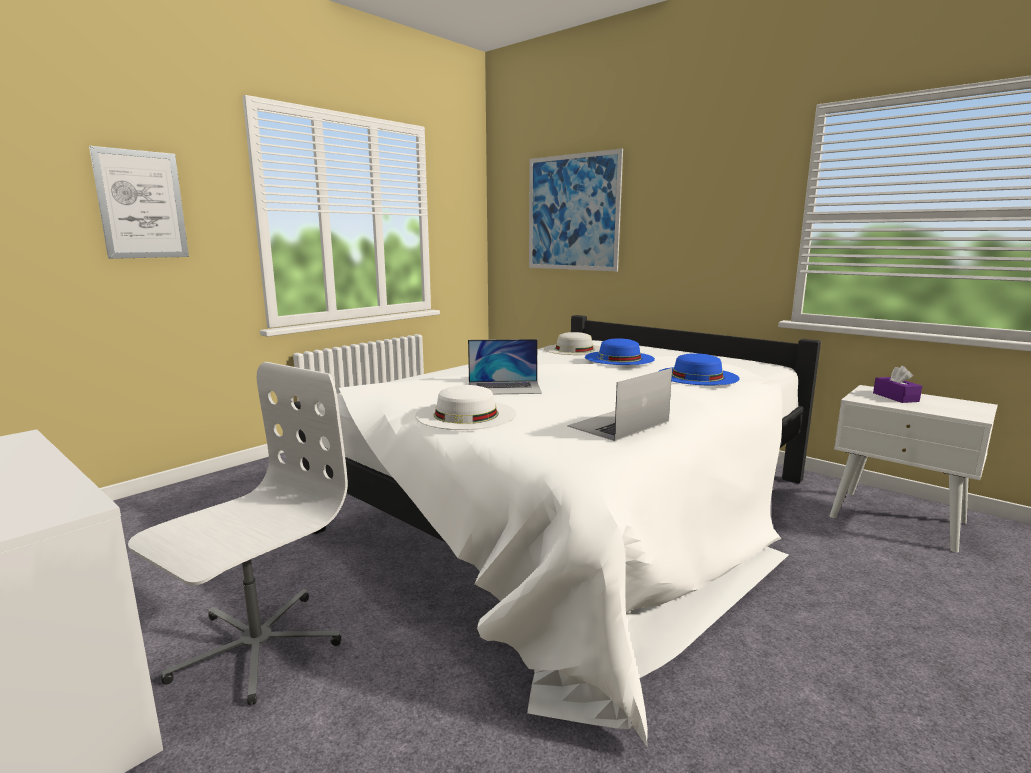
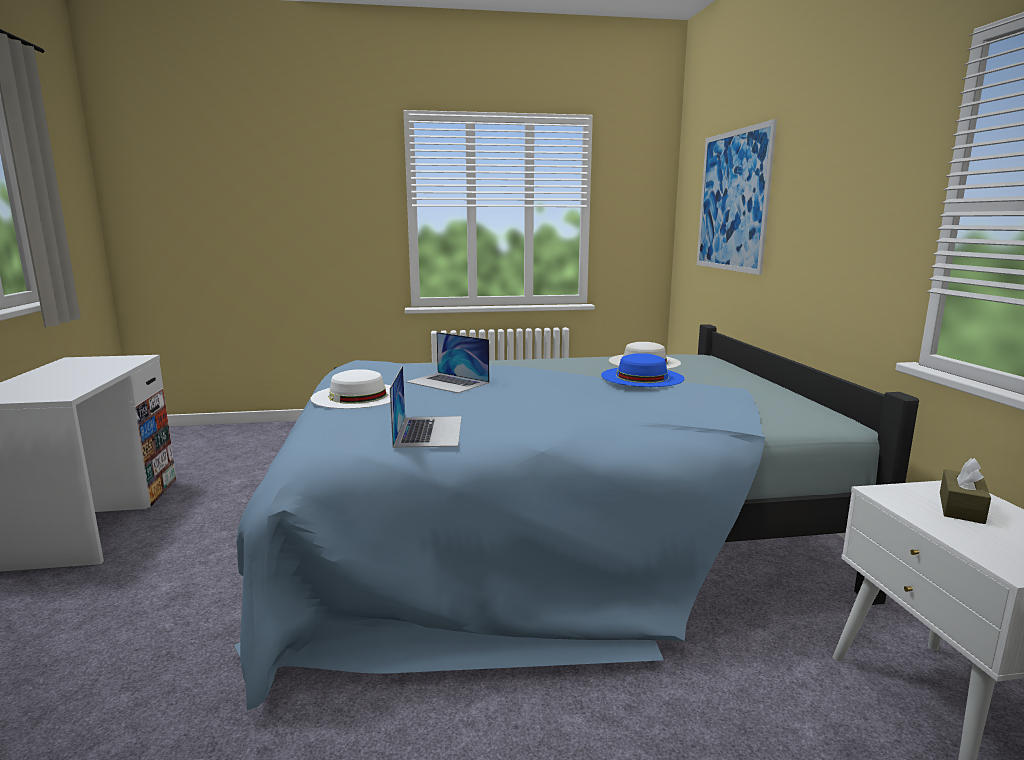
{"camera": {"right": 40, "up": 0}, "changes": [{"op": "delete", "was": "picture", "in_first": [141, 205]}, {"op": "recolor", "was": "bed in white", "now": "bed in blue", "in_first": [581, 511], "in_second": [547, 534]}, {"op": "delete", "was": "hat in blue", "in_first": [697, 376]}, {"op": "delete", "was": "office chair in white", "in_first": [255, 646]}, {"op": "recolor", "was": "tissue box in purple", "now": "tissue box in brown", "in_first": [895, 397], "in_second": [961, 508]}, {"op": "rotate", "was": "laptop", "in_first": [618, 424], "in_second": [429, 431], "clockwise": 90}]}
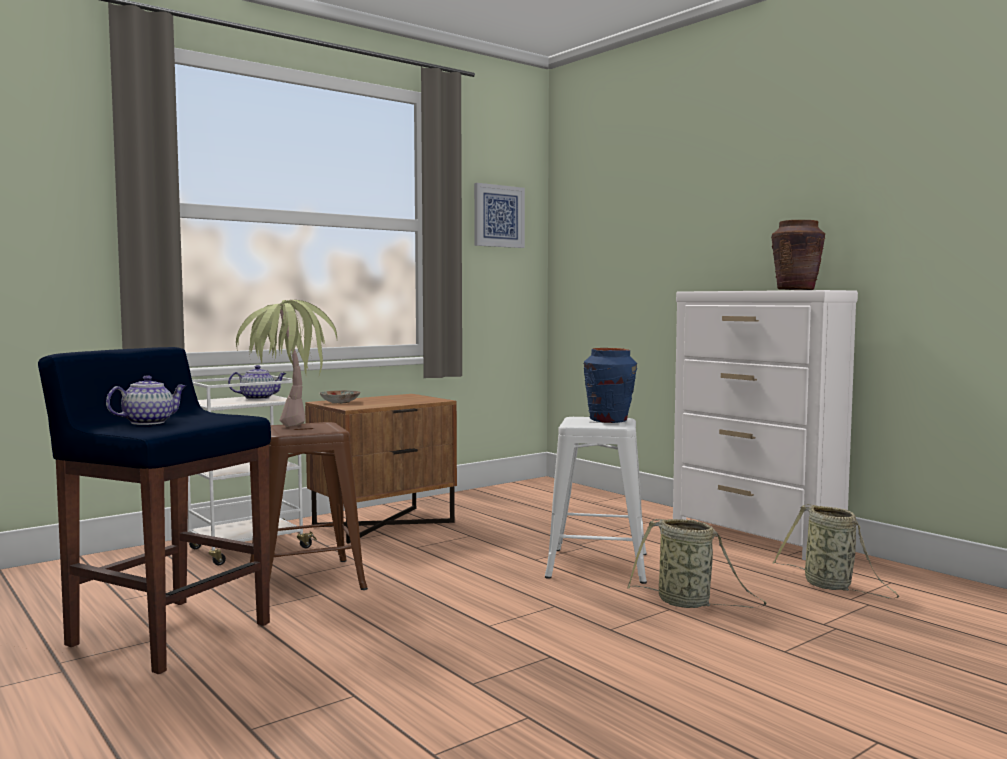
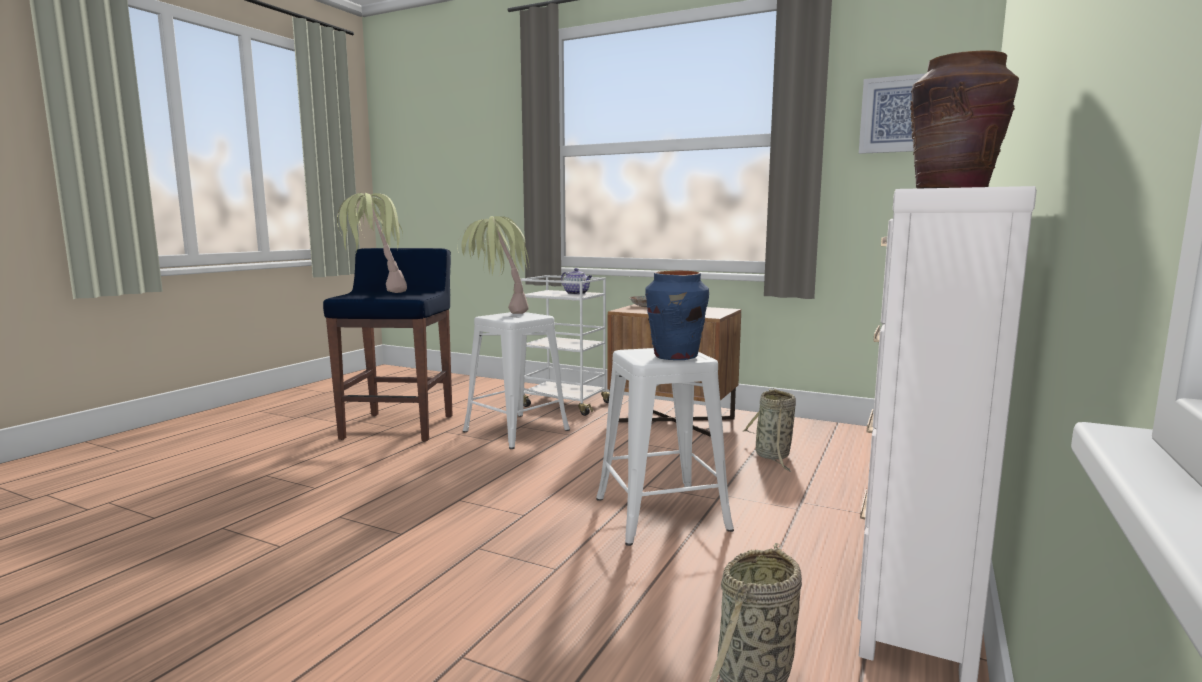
{"camera": {"right": 65, "up": 5}, "changes": [{"op": "replace", "was": "teapot", "now": "potted plant", "in_first": [149, 422], "in_second": [374, 293]}, {"op": "recolor", "was": "stool in brown", "now": "stool in white", "in_first": [306, 580], "in_second": [516, 430]}, {"op": "move", "was": "basket", "in_first": [688, 603], "in_second": [773, 456]}]}
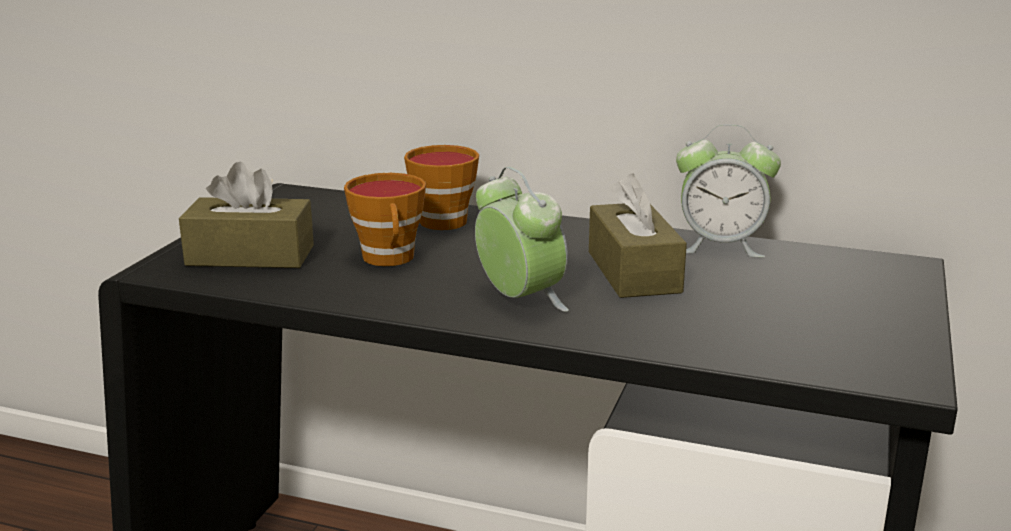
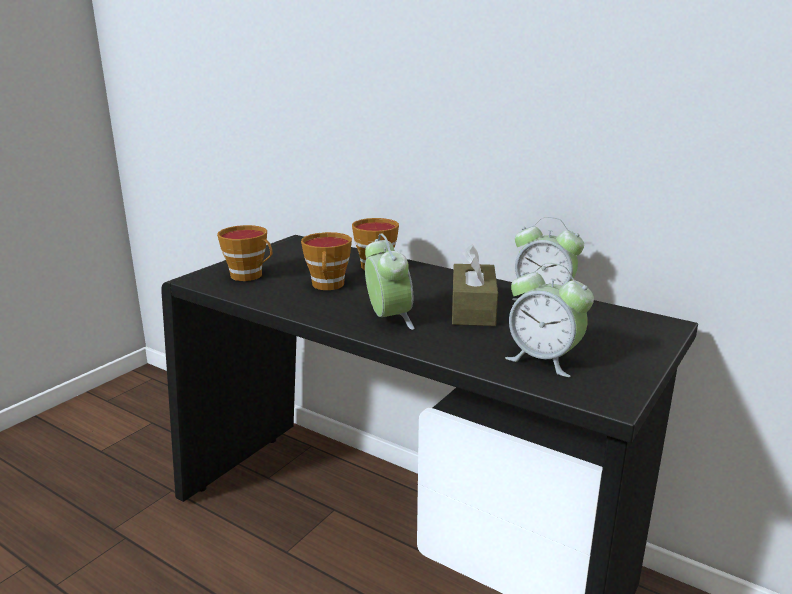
{"camera": {"right": 15, "up": 0}, "changes": [{"op": "replace", "was": "tissue box in brown", "now": "cup", "in_first": [250, 255], "in_second": [250, 276]}, {"op": "insert", "now": "alarm clock", "in_second": [544, 360]}]}
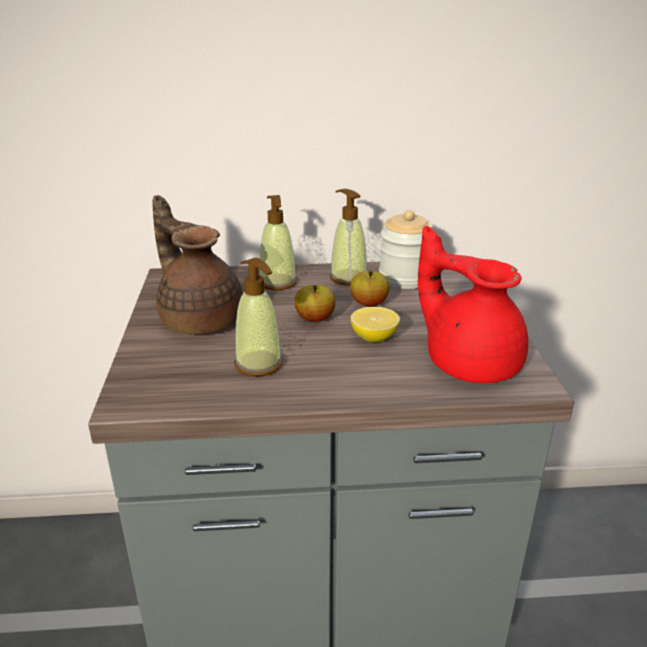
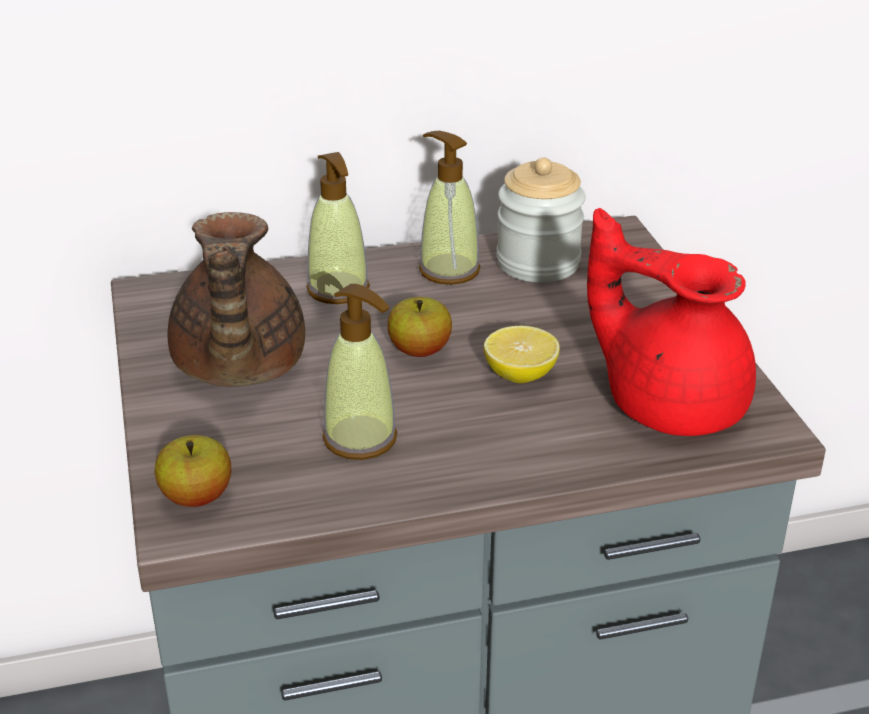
{"camera": {"right": -10, "up": 5}, "changes": [{"op": "rotate", "was": "teapot in brown", "in_first": [200, 318], "in_second": [237, 368], "clockwise": -135}, {"op": "move", "was": "apple", "in_first": [369, 303], "in_second": [196, 497]}]}
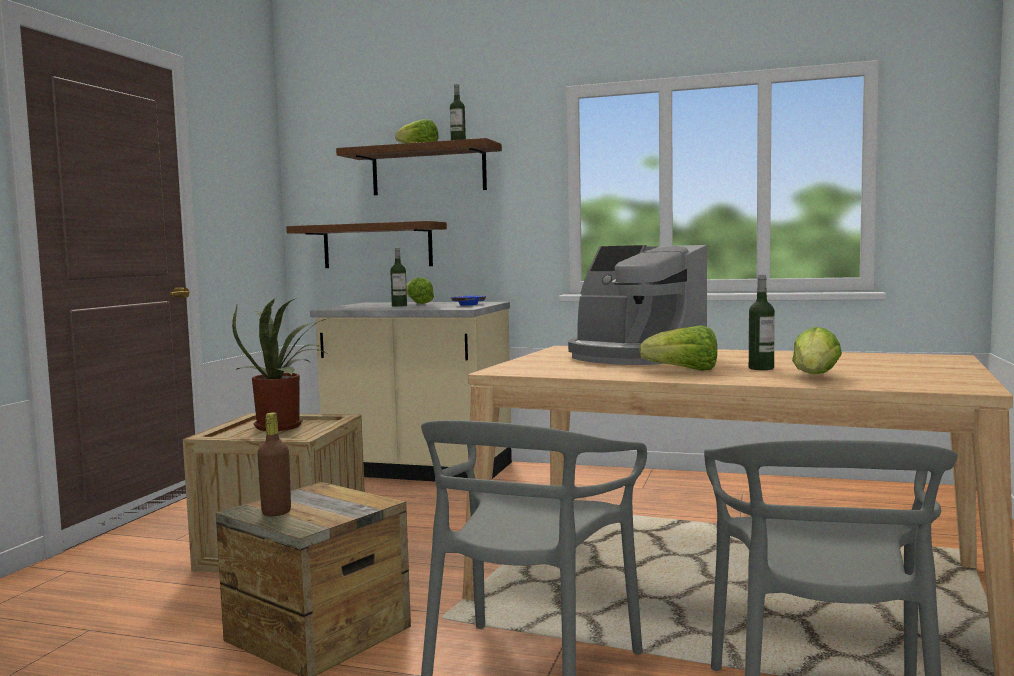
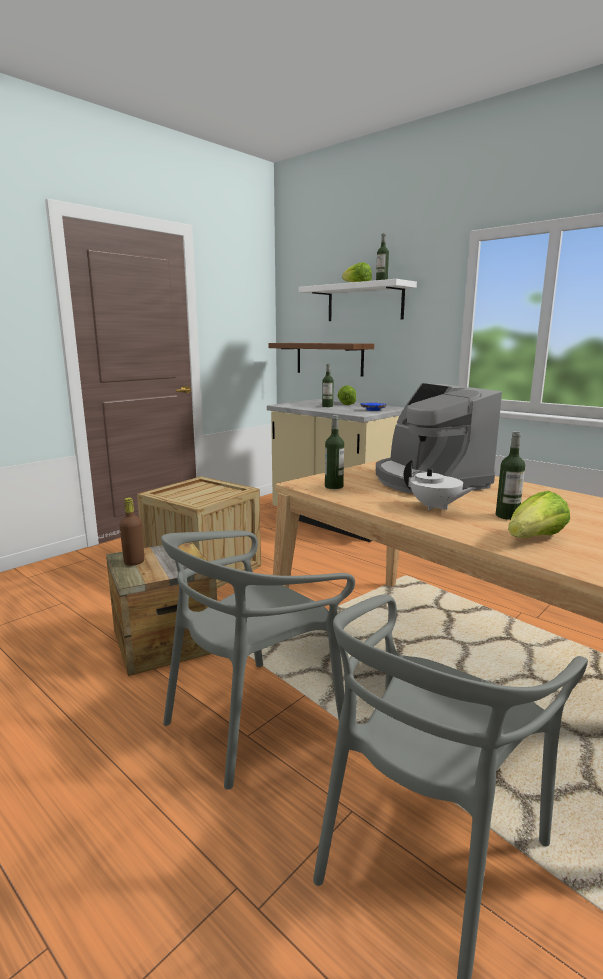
{"camera": {"right": 25, "up": 10}, "changes": [{"op": "recolor", "was": "shelf in brown", "now": "shelf in white", "in_first": [428, 170], "in_second": [364, 303]}, {"op": "delete", "was": "potted plant", "in_first": [284, 426]}, {"op": "replace", "was": "lettuce", "now": "teapot in white", "in_first": [683, 370], "in_second": [435, 507]}, {"op": "insert", "now": "bottle", "in_second": [334, 486]}]}
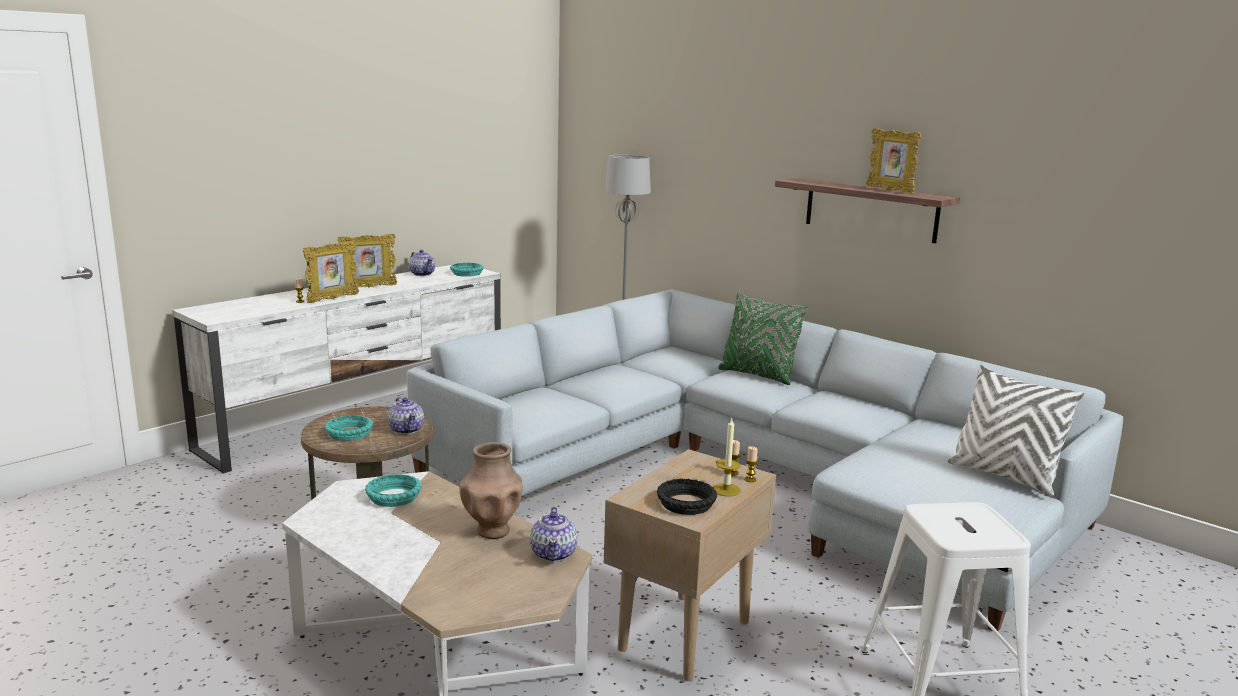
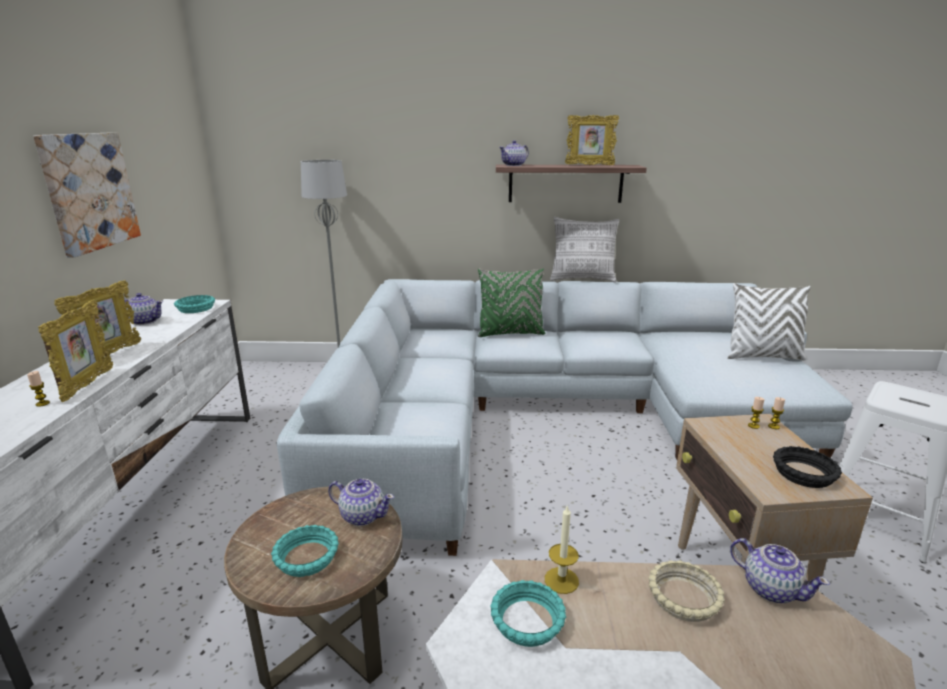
{"camera": {"right": -40, "up": 5}, "changes": [{"op": "move", "was": "candle", "in_first": [726, 490], "in_second": [561, 580]}, {"op": "replace", "was": "vase in brown", "now": "bowl in beige", "in_first": [492, 530], "in_second": [684, 598]}, {"op": "insert", "now": "picture", "in_second": [89, 191]}, {"op": "insert", "now": "teapot", "in_second": [514, 165]}, {"op": "insert", "now": "pillow", "in_second": [582, 279]}]}
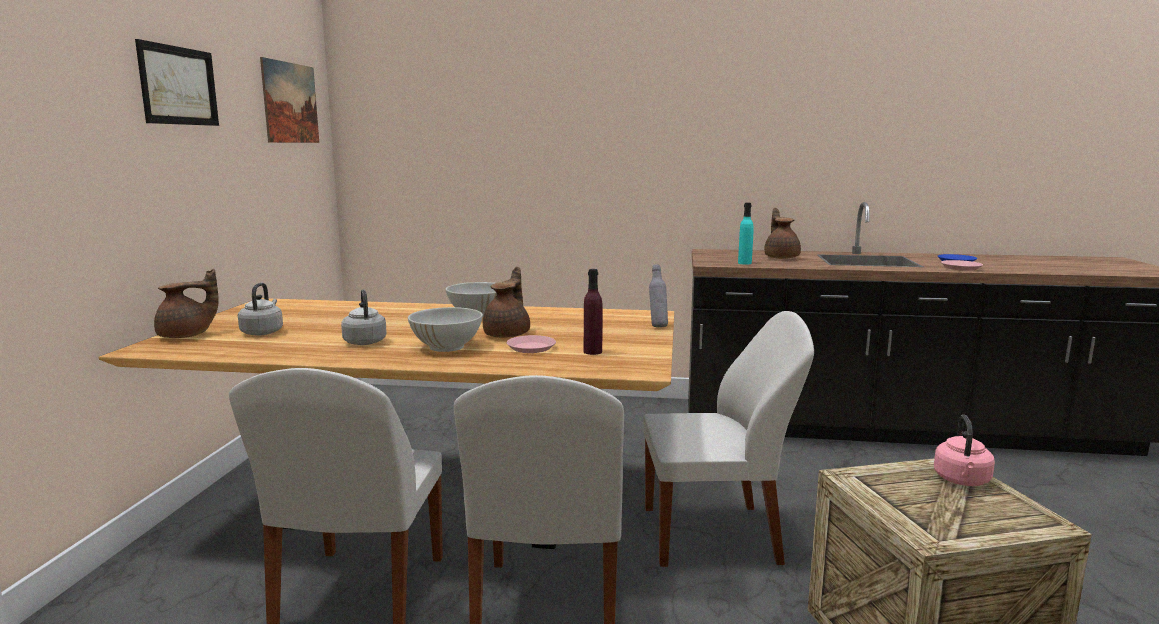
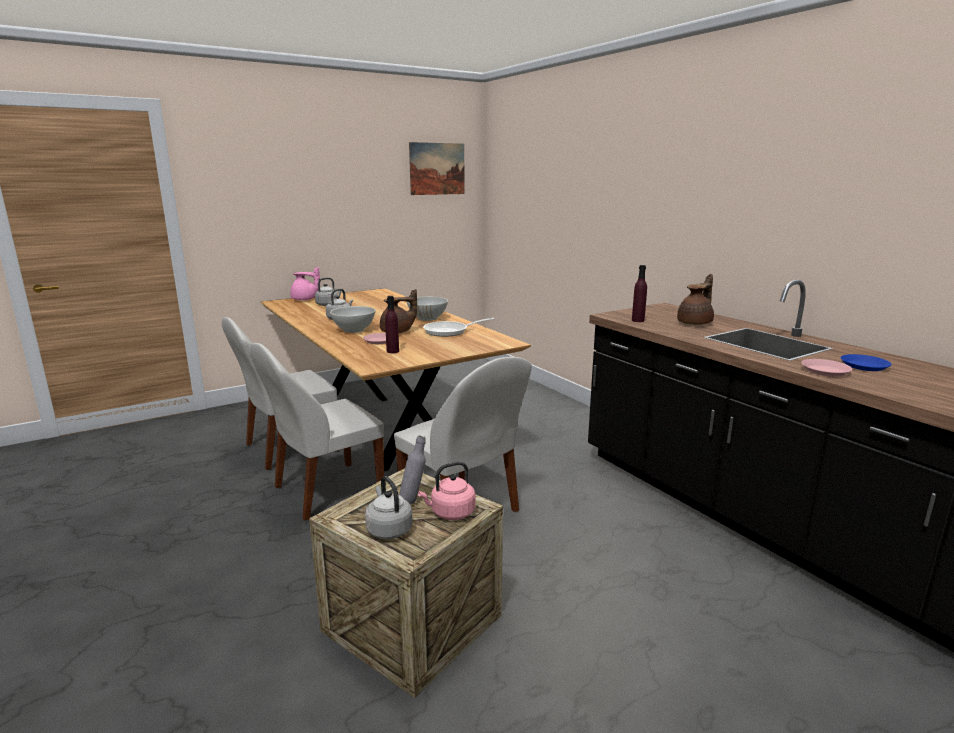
{"camera": {"right": 50, "up": 5}, "changes": [{"op": "delete", "was": "picture", "in_first": [179, 86]}, {"op": "recolor", "was": "bottle in turquoise", "now": "bottle in purple", "in_first": [744, 263], "in_second": [638, 320]}, {"op": "move", "was": "bottle in grey", "in_first": [657, 326], "in_second": [413, 499]}, {"op": "recolor", "was": "teapot in brown", "now": "teapot in pink", "in_first": [187, 335], "in_second": [305, 299]}, {"op": "insert", "now": "frying pan", "in_second": [450, 331]}, {"op": "insert", "now": "kettle in grey", "in_second": [388, 529]}]}
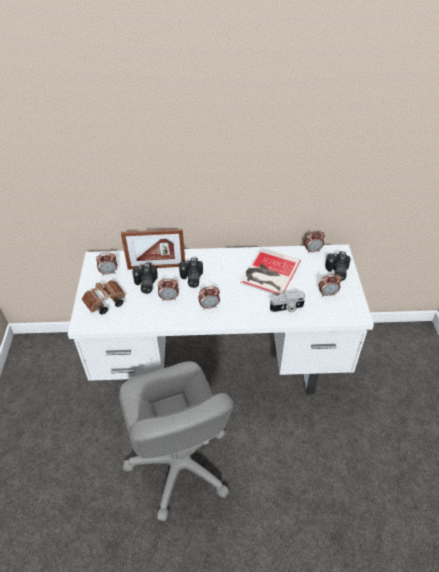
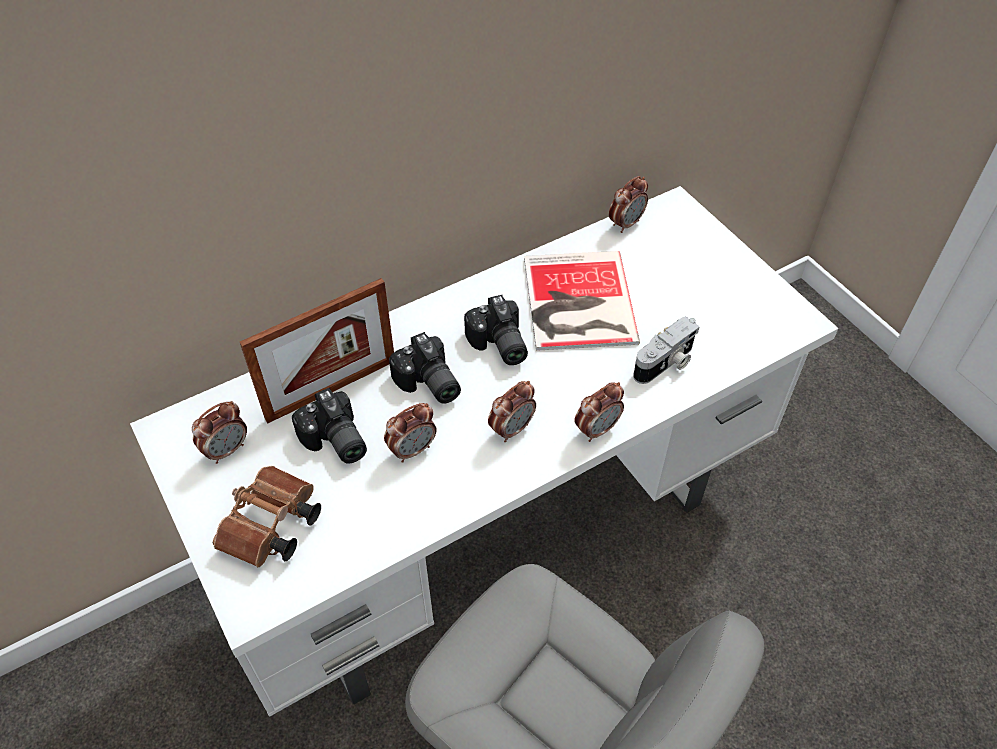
{"camera": {"right": -30, "up": 5}, "changes": [{"op": "move", "was": "photo camera", "in_first": [336, 272], "in_second": [498, 345]}, {"op": "move", "was": "alarm clock", "in_first": [327, 294], "in_second": [597, 429]}]}
